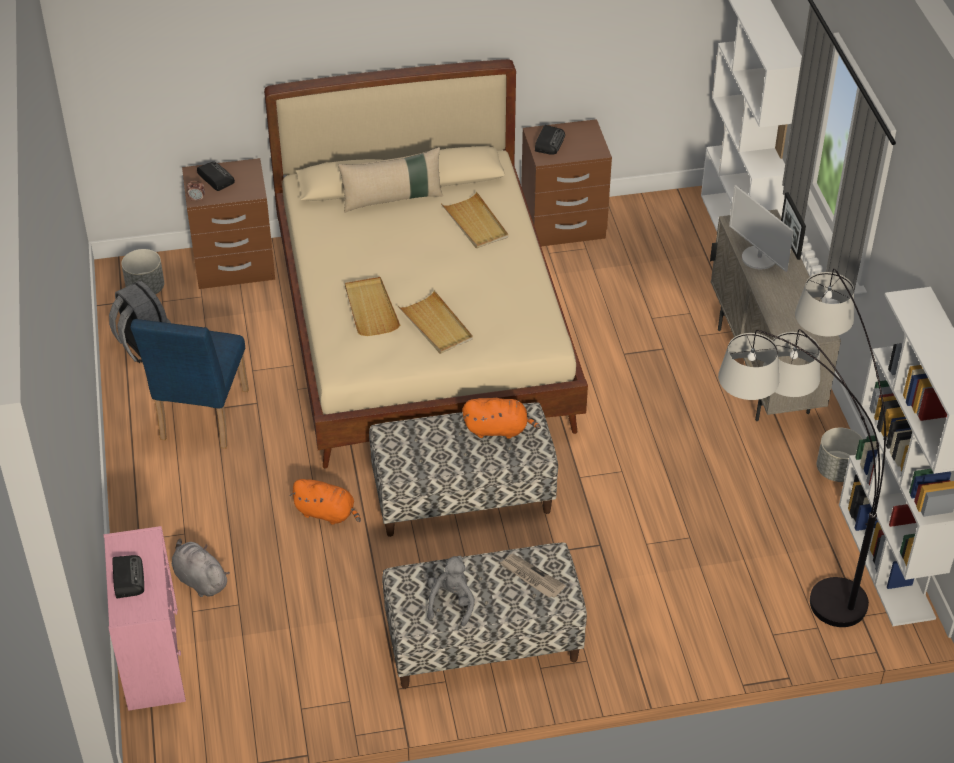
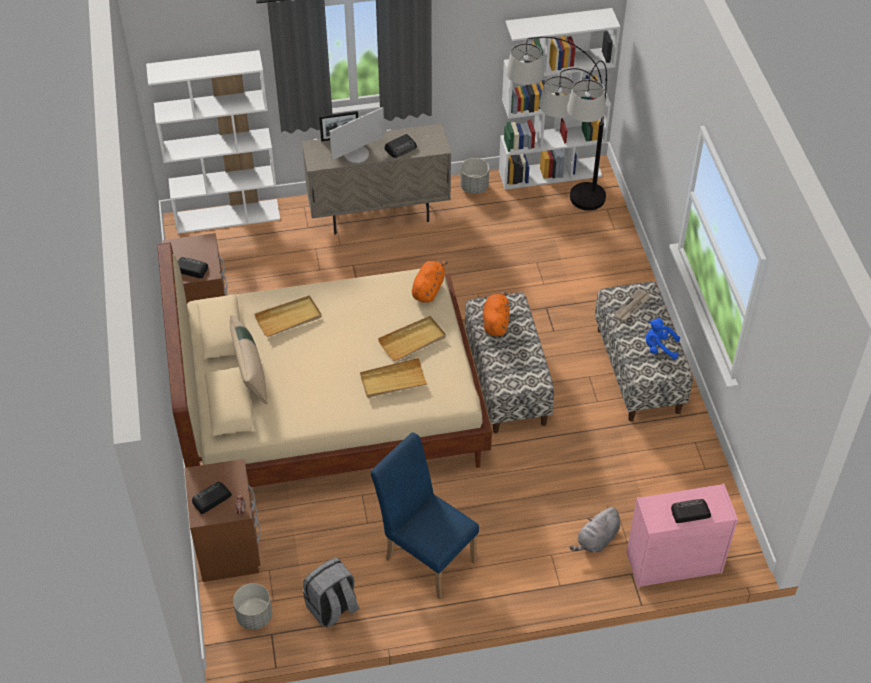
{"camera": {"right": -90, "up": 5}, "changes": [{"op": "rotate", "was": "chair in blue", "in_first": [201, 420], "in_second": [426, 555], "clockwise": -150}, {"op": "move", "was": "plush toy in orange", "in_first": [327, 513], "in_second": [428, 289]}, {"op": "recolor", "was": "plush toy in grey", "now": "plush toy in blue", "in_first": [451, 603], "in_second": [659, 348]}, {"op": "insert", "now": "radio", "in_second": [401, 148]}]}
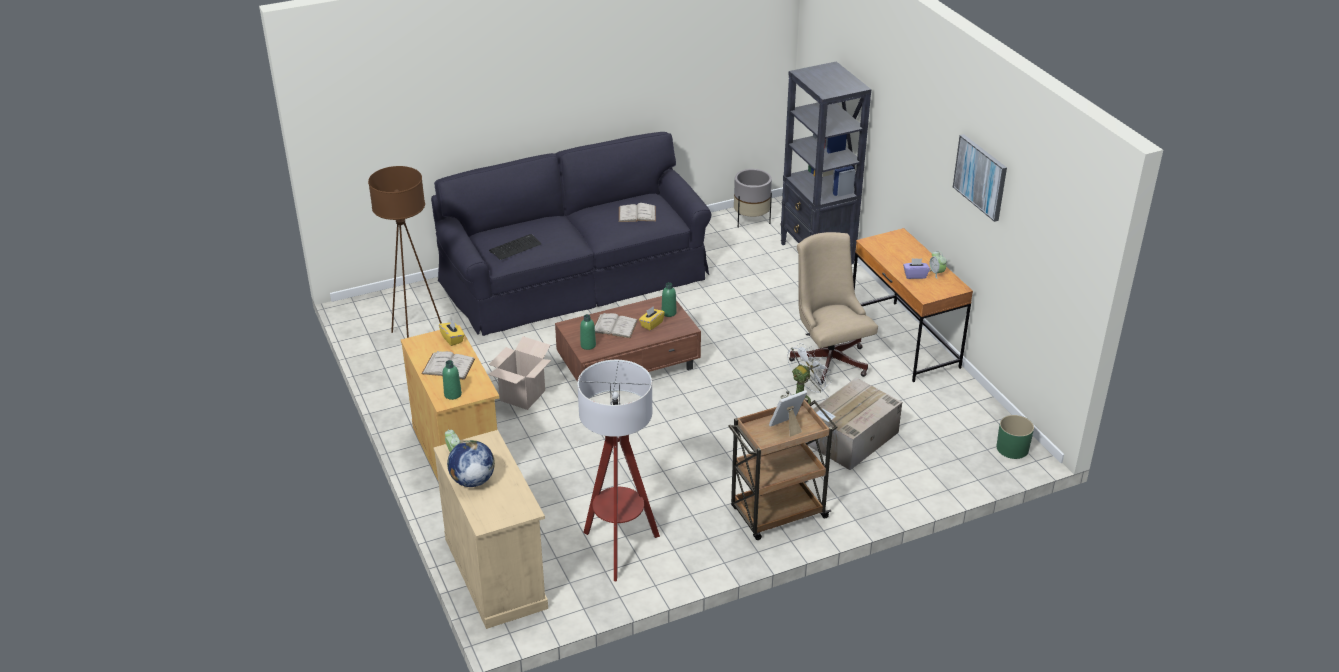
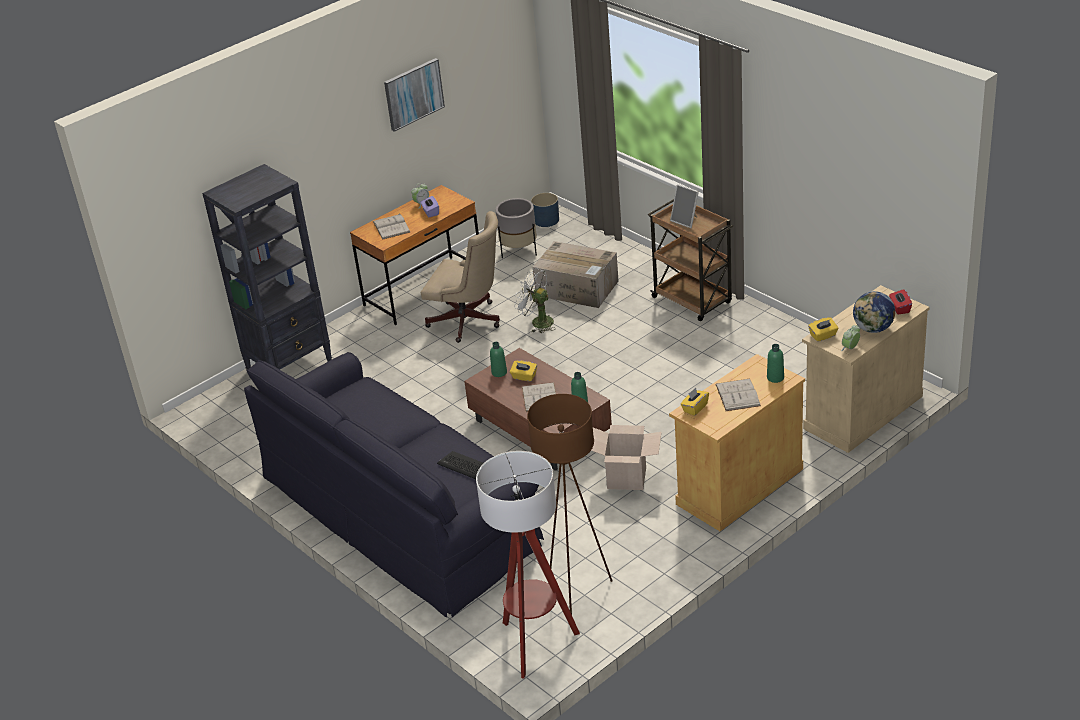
{"camera": {"right": -105, "up": 0}, "changes": [{"op": "move", "was": "planter in grey", "in_first": [751, 220], "in_second": [519, 251]}, {"op": "move", "was": "book in white", "in_first": [637, 214], "in_second": [391, 227]}, {"op": "rotate", "was": "office chair in beige", "in_first": [828, 358], "in_second": [469, 322], "clockwise": -120}, {"op": "move", "was": "floor lamp", "in_first": [619, 549], "in_second": [535, 644]}, {"op": "recolor", "was": "planter in green", "now": "planter in blue", "in_first": [1012, 448], "in_second": [546, 220]}, {"op": "insert", "now": "tissue box in red", "in_second": [899, 308]}, {"op": "insert", "now": "tissue box in yellow", "in_second": [823, 336]}]}
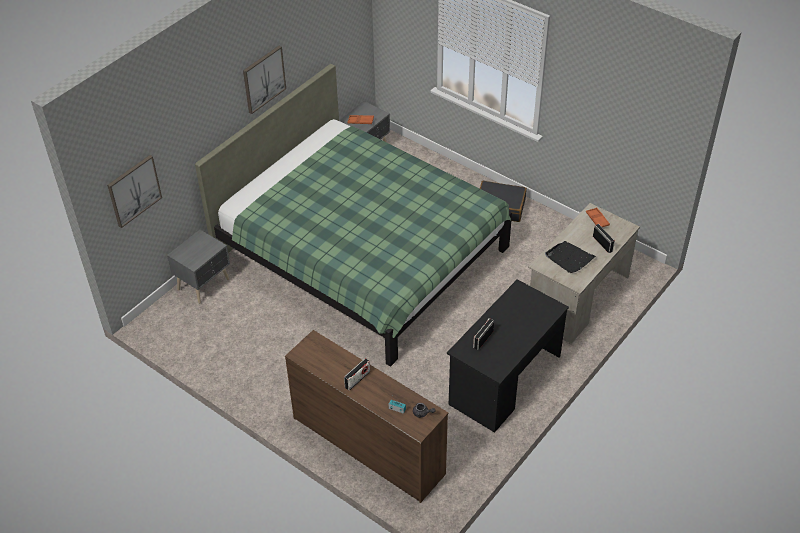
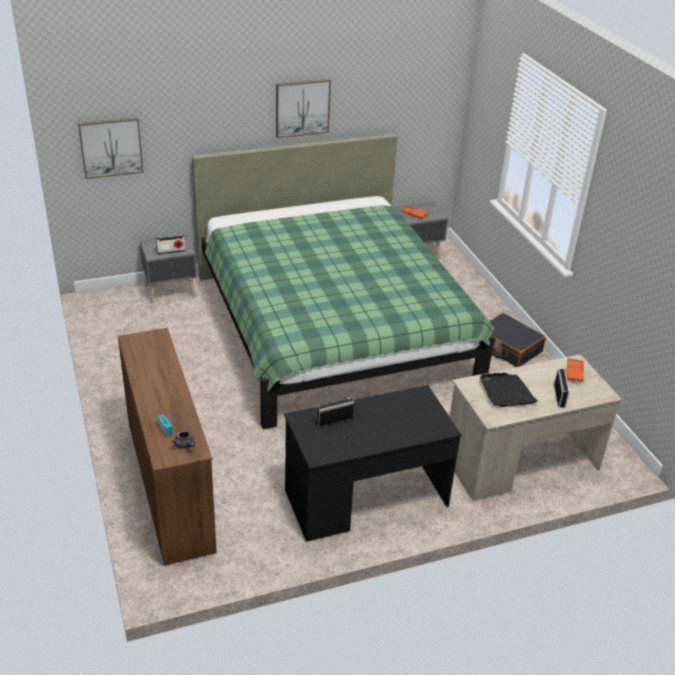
{"camera": {"right": 30, "up": -10}, "changes": [{"op": "move", "was": "radio", "in_first": [357, 379], "in_second": [171, 251]}]}
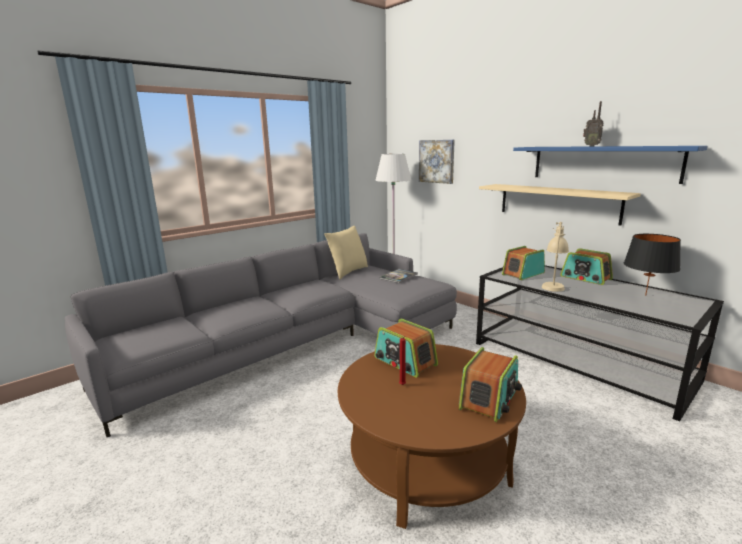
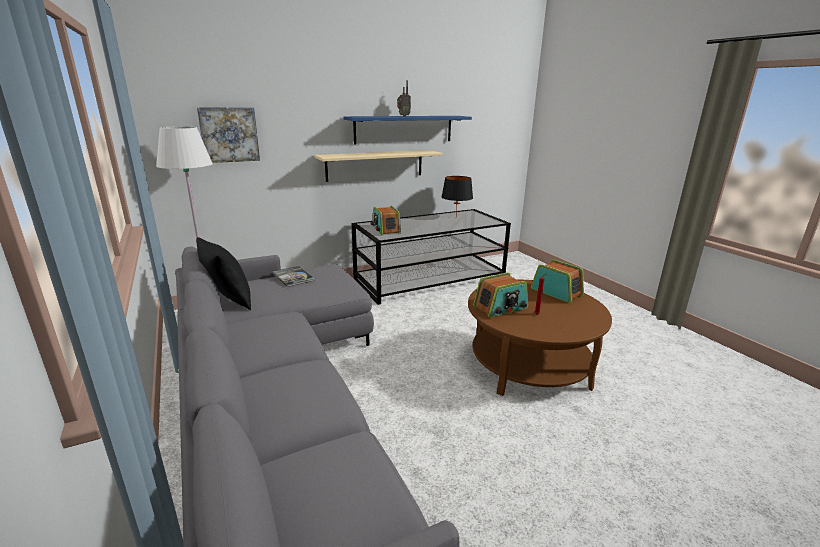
{"camera": {"right": -75, "up": 5}, "changes": [{"op": "delete", "was": "table lamp in beige", "in_first": [553, 285]}, {"op": "recolor", "was": "pillow in beige", "now": "pillow in black", "in_first": [348, 272], "in_second": [228, 301]}, {"op": "delete", "was": "radio", "in_first": [585, 278]}]}
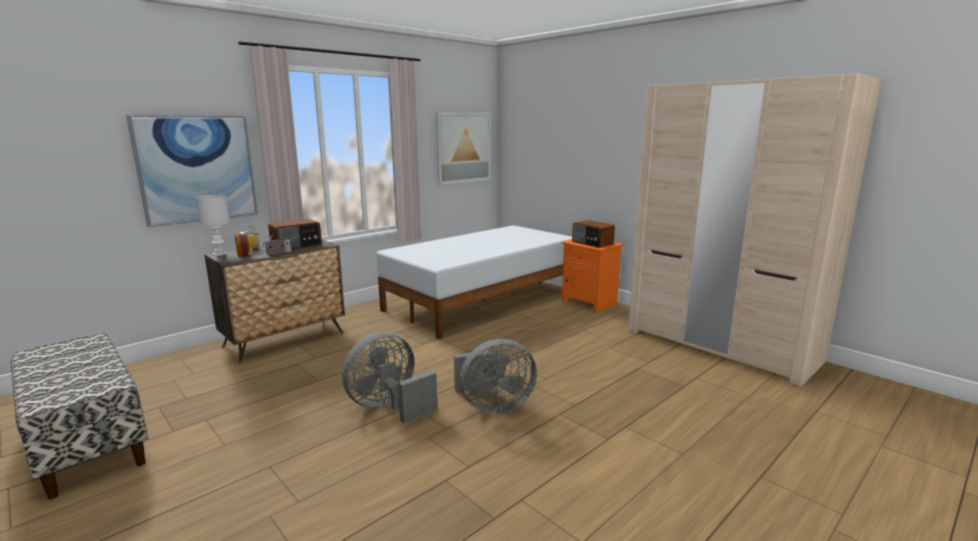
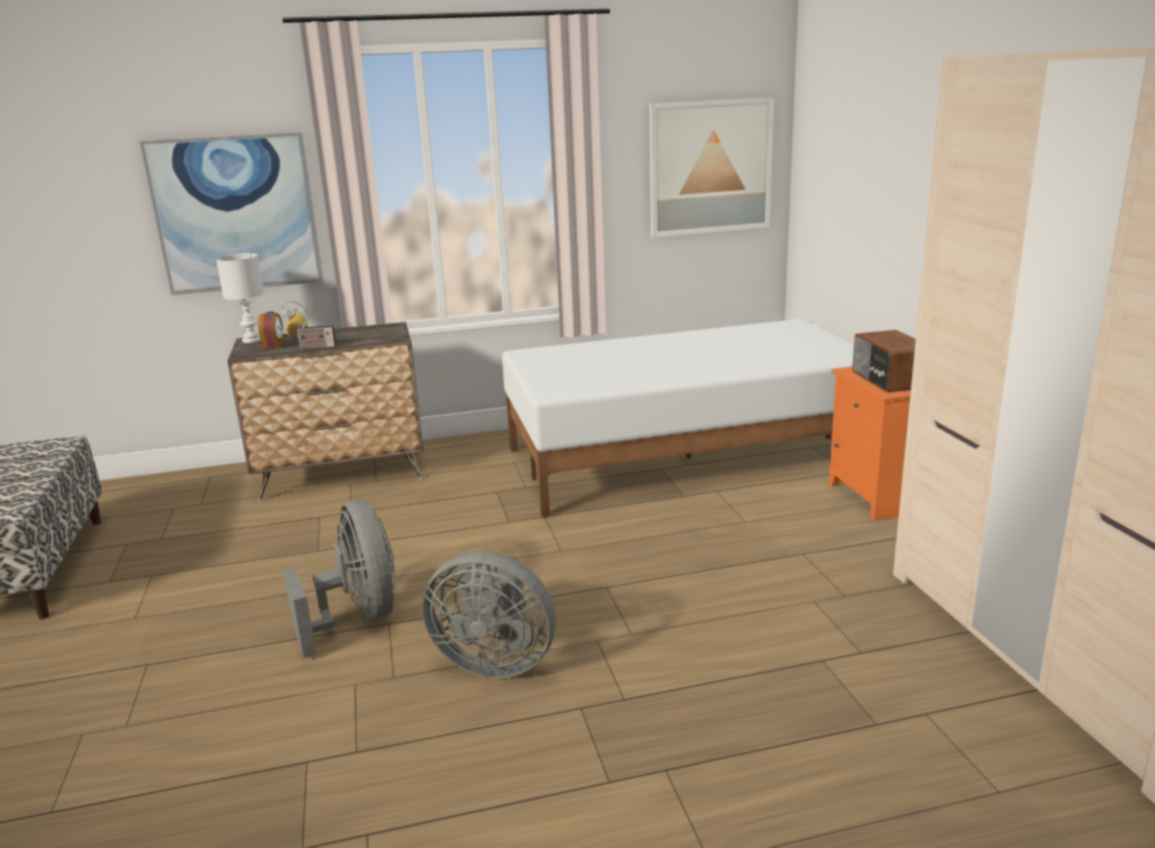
{"camera": {"right": 30, "up": 5}, "changes": [{"op": "delete", "was": "radio", "in_first": [297, 246]}, {"op": "rotate", "was": "fan in grey", "in_first": [389, 406], "in_second": [358, 618], "clockwise": 75}]}
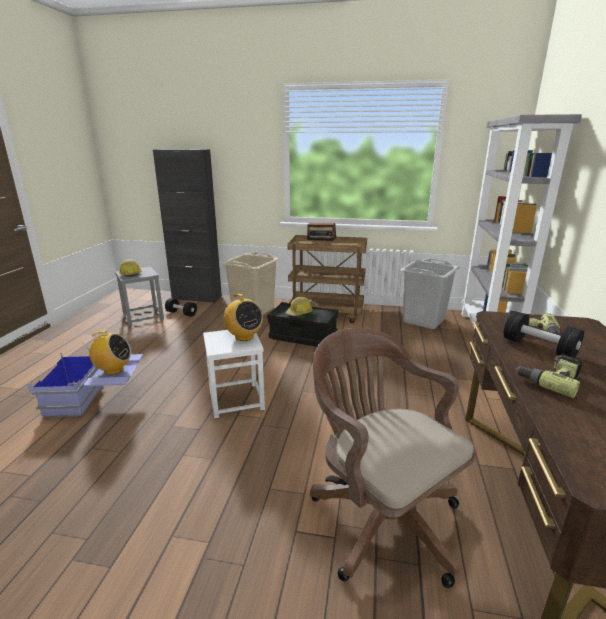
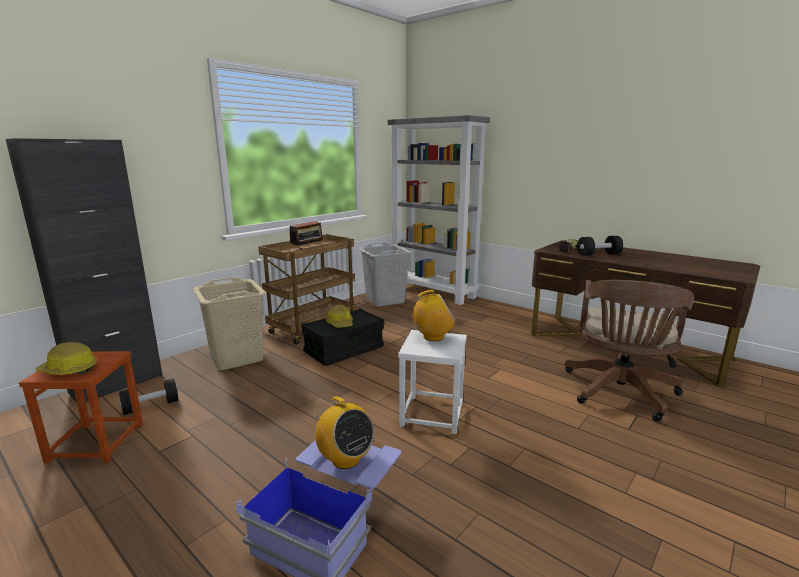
{"camera": {"right": -60, "up": -5}, "changes": [{"op": "recolor", "was": "stool in grey", "now": "stool in brown", "in_first": [143, 317], "in_second": [97, 442]}, {"op": "rotate", "was": "office chair in brown", "in_first": [379, 516], "in_second": [619, 393], "clockwise": -60}, {"op": "rotate", "was": "radio", "in_first": [113, 370], "in_second": [345, 459], "clockwise": 105}, {"op": "delete", "was": "power drill", "in_first": [549, 379]}]}
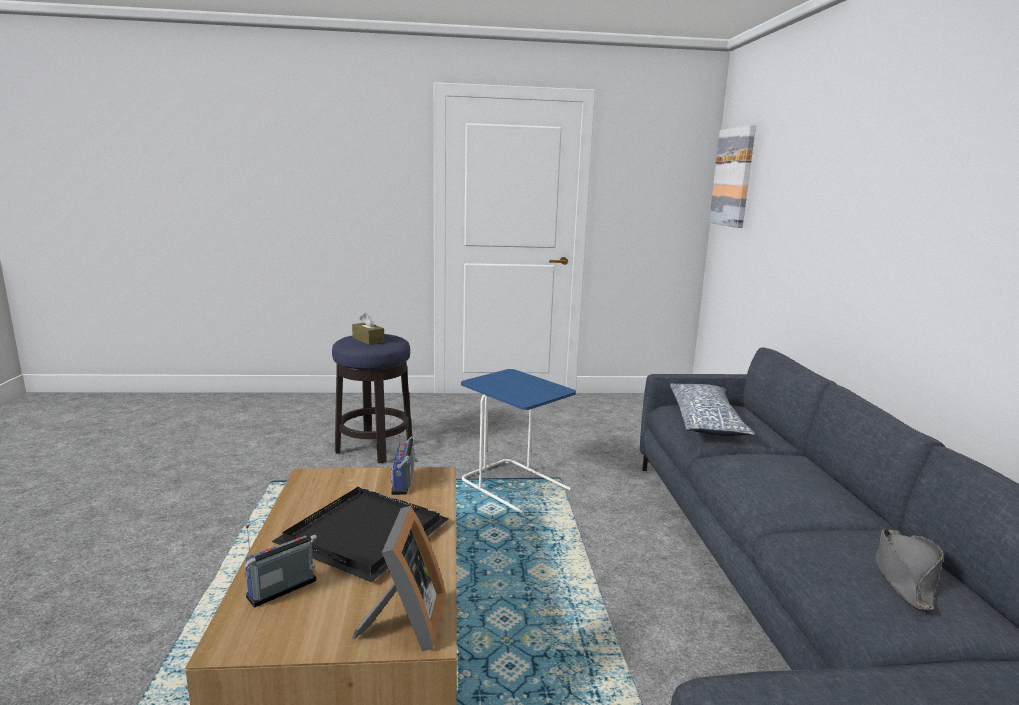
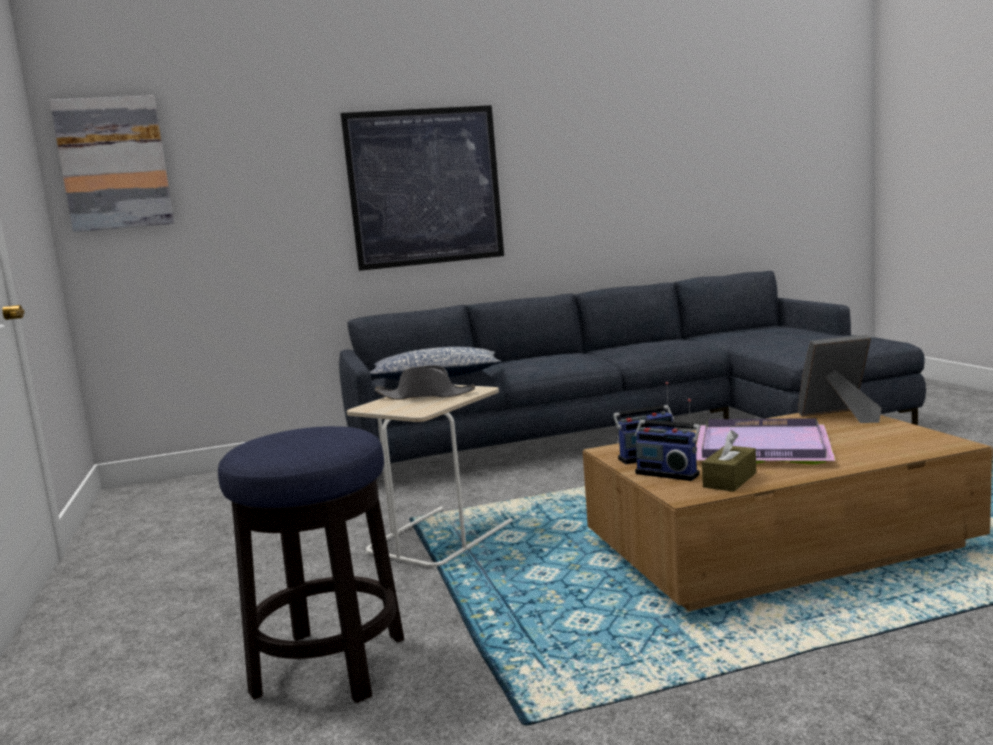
{"camera": {"right": -100, "up": -5}, "changes": [{"op": "move", "was": "tissue box in brown", "in_first": [368, 340], "in_second": [730, 480]}, {"op": "recolor", "was": "side table in blue", "now": "side table in beige", "in_first": [515, 485], "in_second": [439, 536]}, {"op": "recolor", "was": "tray in black", "now": "tray in purple", "in_first": [360, 535], "in_second": [764, 448]}, {"op": "move", "was": "radio", "in_first": [284, 591], "in_second": [668, 473]}, {"op": "move", "was": "hat in grey", "in_first": [904, 575], "in_second": [426, 396]}, {"op": "insert", "now": "picture", "in_second": [425, 187]}]}
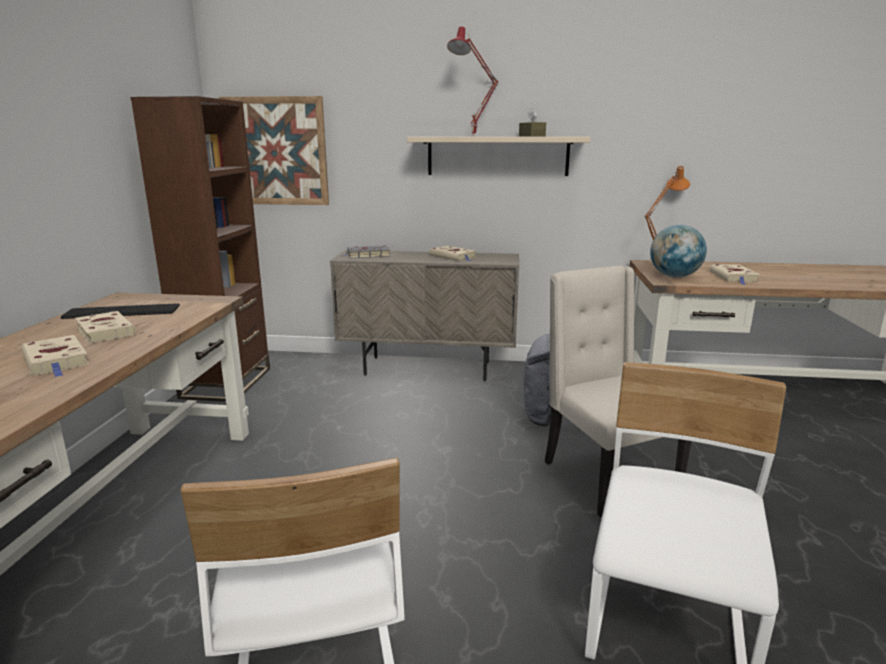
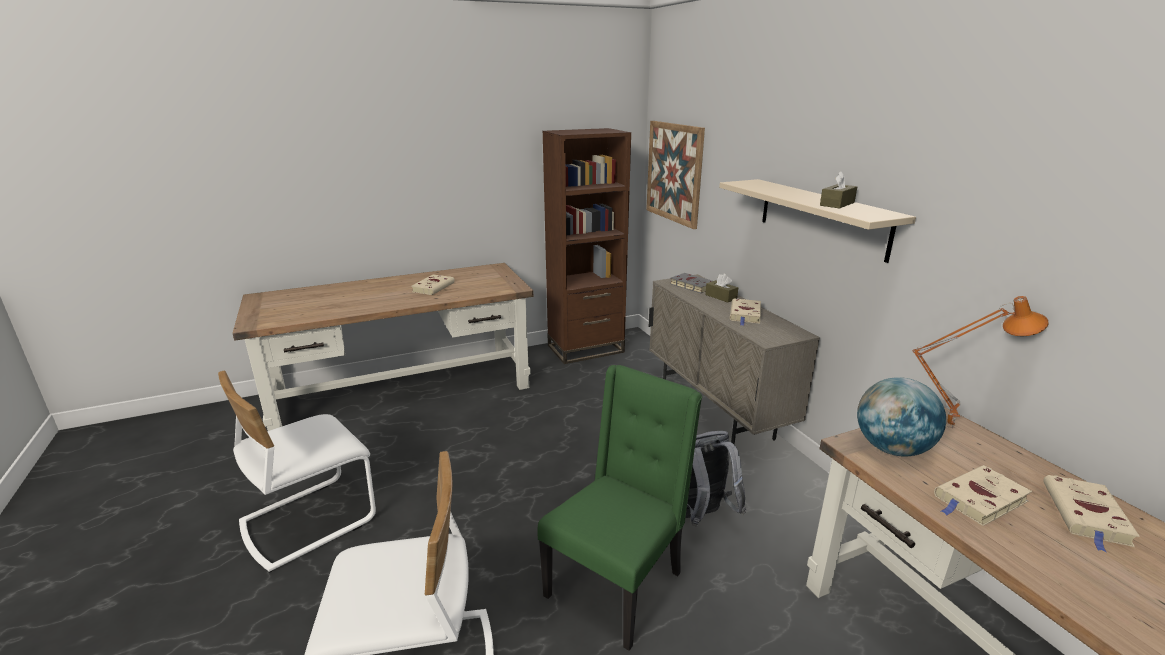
{"camera": {"right": 60, "up": 5}, "changes": [{"op": "delete", "was": "table lamp in red", "in_first": [475, 136]}, {"op": "recolor", "was": "chair in beige", "now": "chair in green", "in_first": [605, 477], "in_second": [617, 584]}, {"op": "delete", "was": "keyboard", "in_first": [123, 312]}, {"op": "move", "was": "book in beige", "in_first": [56, 361], "in_second": [1086, 516]}, {"op": "insert", "now": "tissue box in brown", "in_second": [721, 297]}]}
